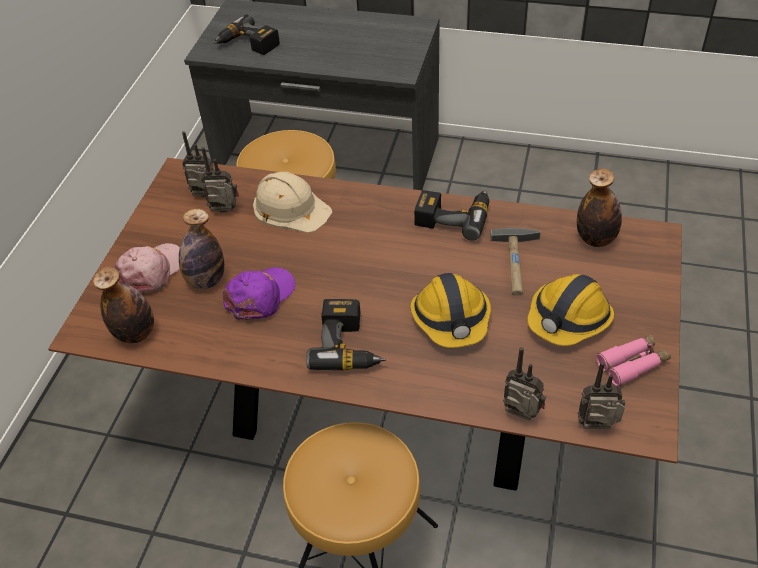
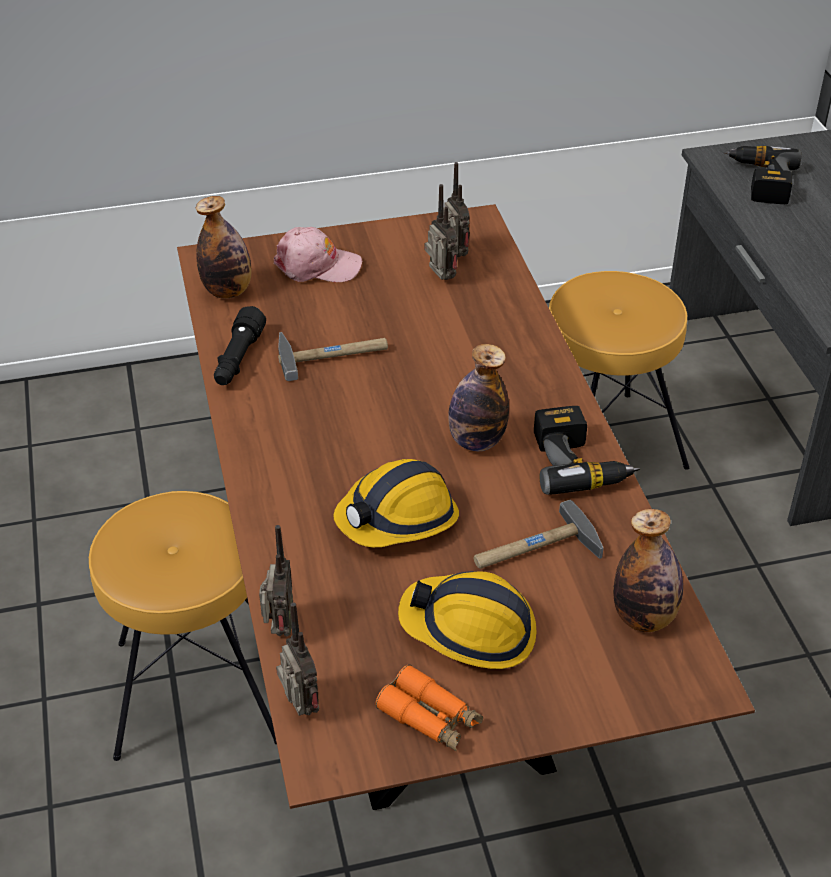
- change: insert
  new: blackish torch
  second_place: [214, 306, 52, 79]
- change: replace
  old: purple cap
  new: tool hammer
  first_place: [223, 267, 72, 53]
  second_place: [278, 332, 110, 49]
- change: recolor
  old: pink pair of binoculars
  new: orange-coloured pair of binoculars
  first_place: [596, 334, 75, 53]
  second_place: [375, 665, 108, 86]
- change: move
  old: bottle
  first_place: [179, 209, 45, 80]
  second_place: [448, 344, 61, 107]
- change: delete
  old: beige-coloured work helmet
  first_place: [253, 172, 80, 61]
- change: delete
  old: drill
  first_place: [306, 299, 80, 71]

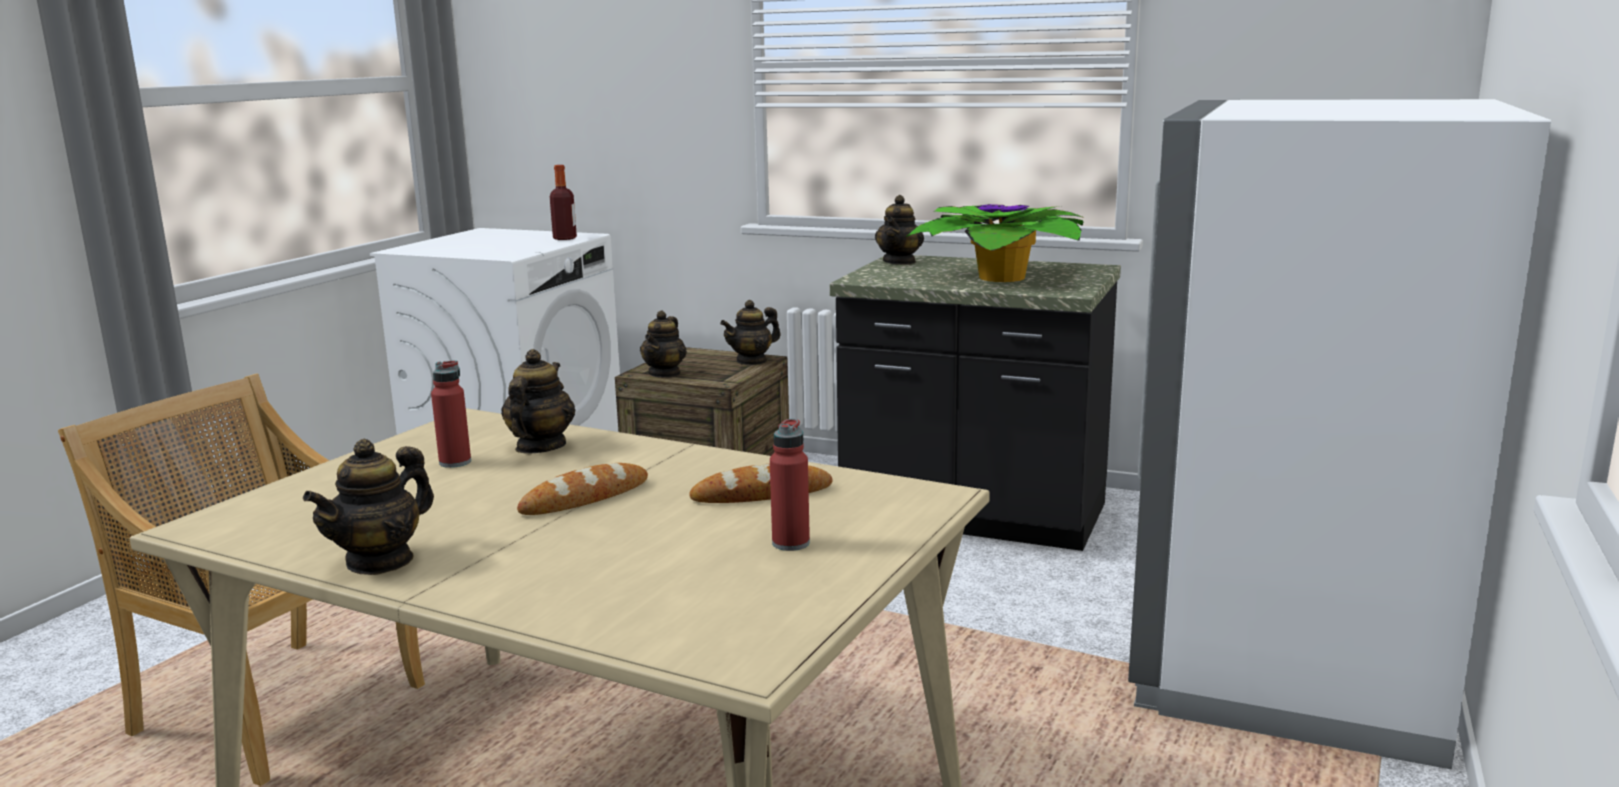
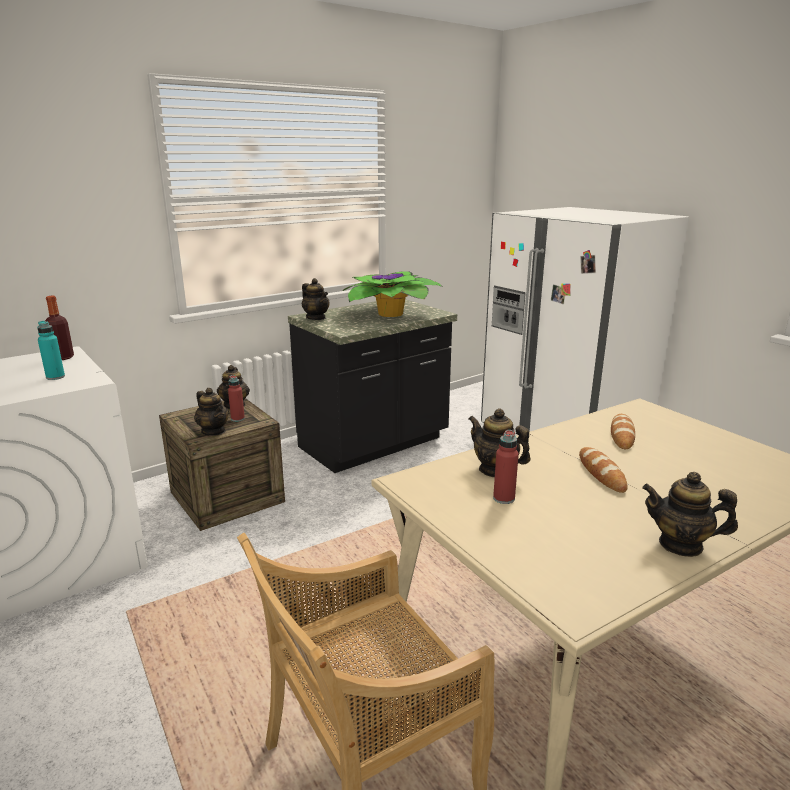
- change: insert
  new: turquoise bottle
  second_place: [37, 321, 28, 59]
- change: move
  old: red bottle
  first_place: [770, 419, 40, 132]
  second_place: [228, 375, 17, 47]
- change: rotate
  old: teapot
  first_place: [303, 439, 131, 136]
  second_place: [642, 472, 96, 85]
  degrees: 135

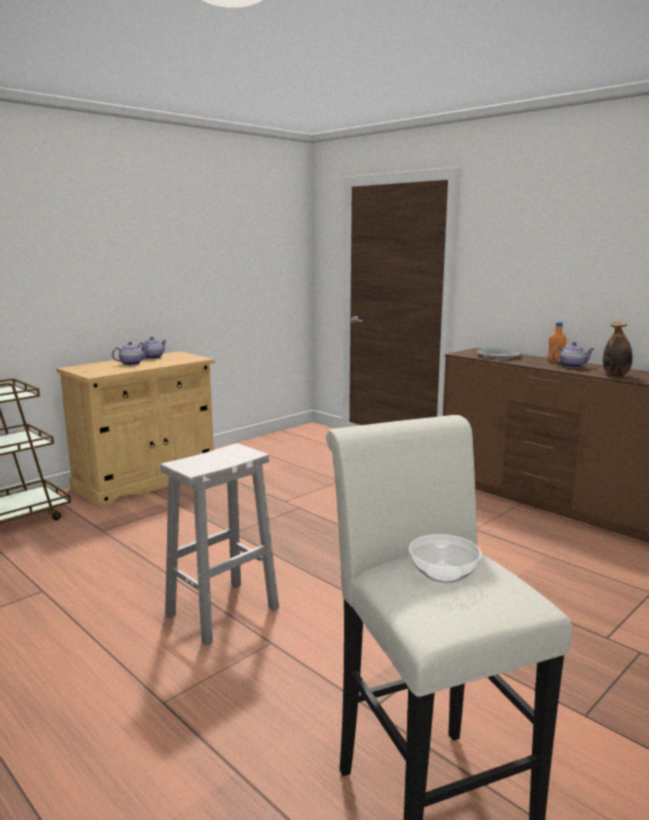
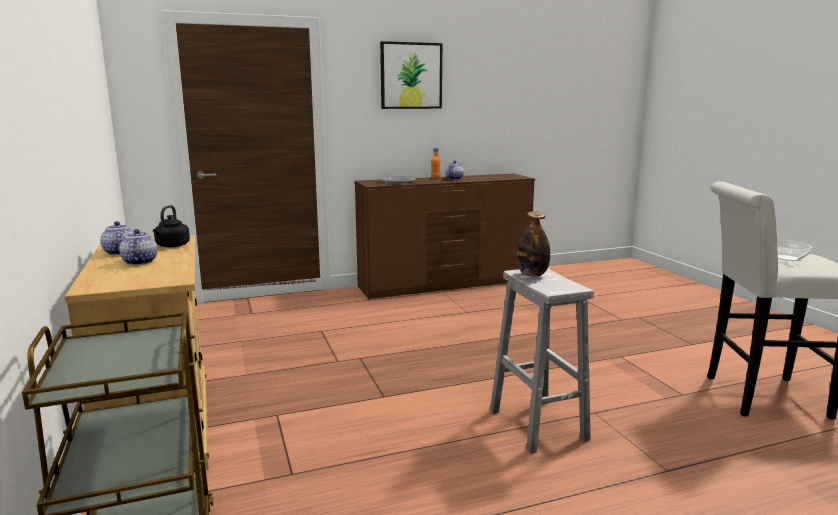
- change: insert
  new: blackish water kettle
  second_place: [153, 205, 37, 43]
- change: insert
  new: wall picture
  second_place: [380, 41, 62, 68]
- change: move
  old: bottle
  first_place: [603, 322, 29, 54]
  second_place: [517, 211, 33, 66]

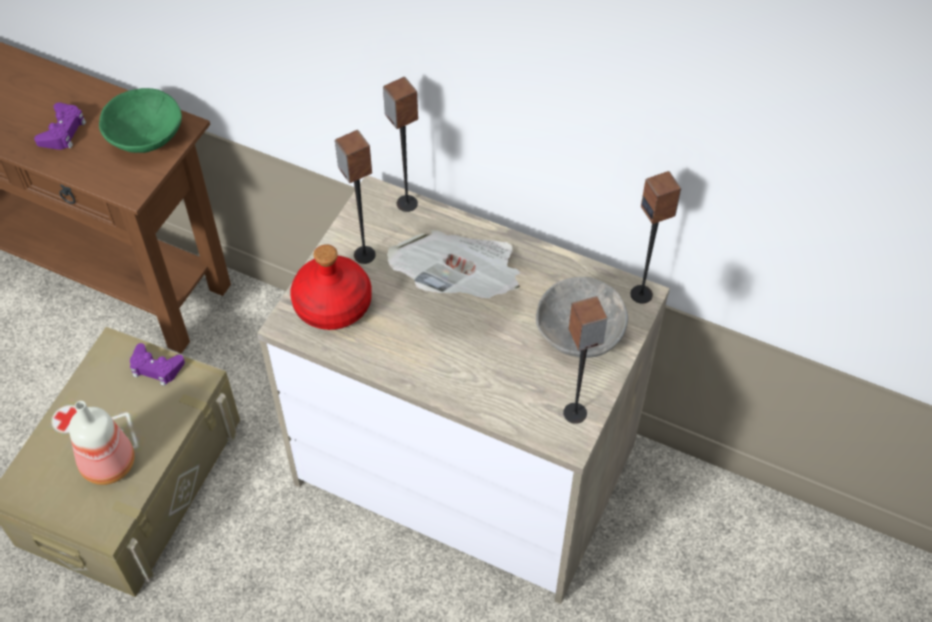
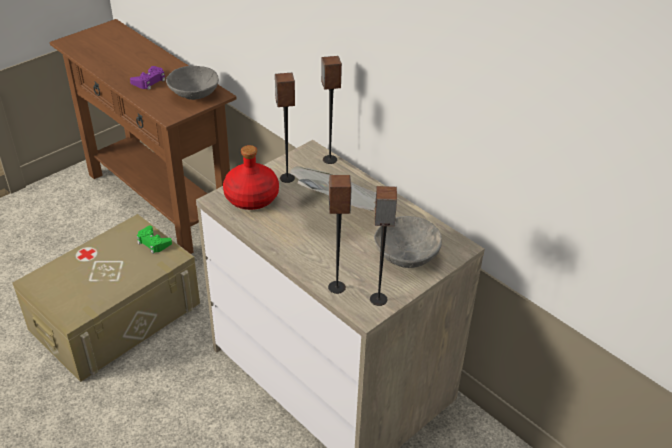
- change: recolor
  old: purple joypad
  new: green-coloured joypad
  first_place: [130, 343, 55, 43]
  second_place: [137, 226, 35, 28]
- change: recolor
  old: green-coloured deep dish
  new: greyish deep dish
  first_place: [99, 88, 83, 65]
  second_place: [166, 66, 53, 34]
- change: move
  old: loudspeaker
  first_place: [630, 171, 51, 133]
  second_place: [328, 175, 24, 119]
- change: delete
  old: bottle
  first_place: [69, 401, 66, 84]

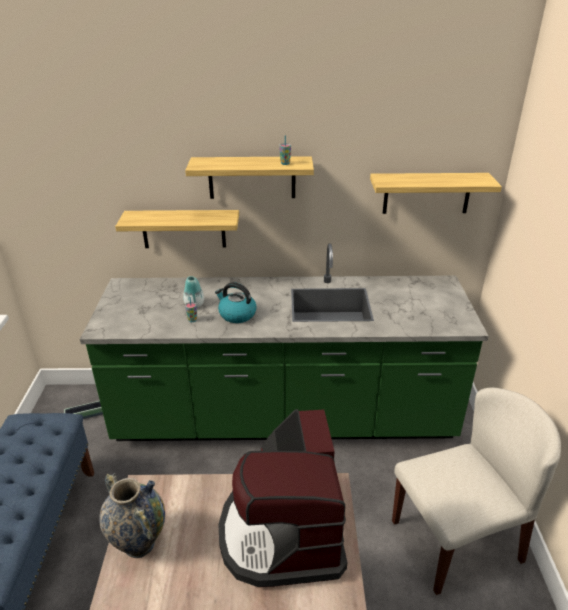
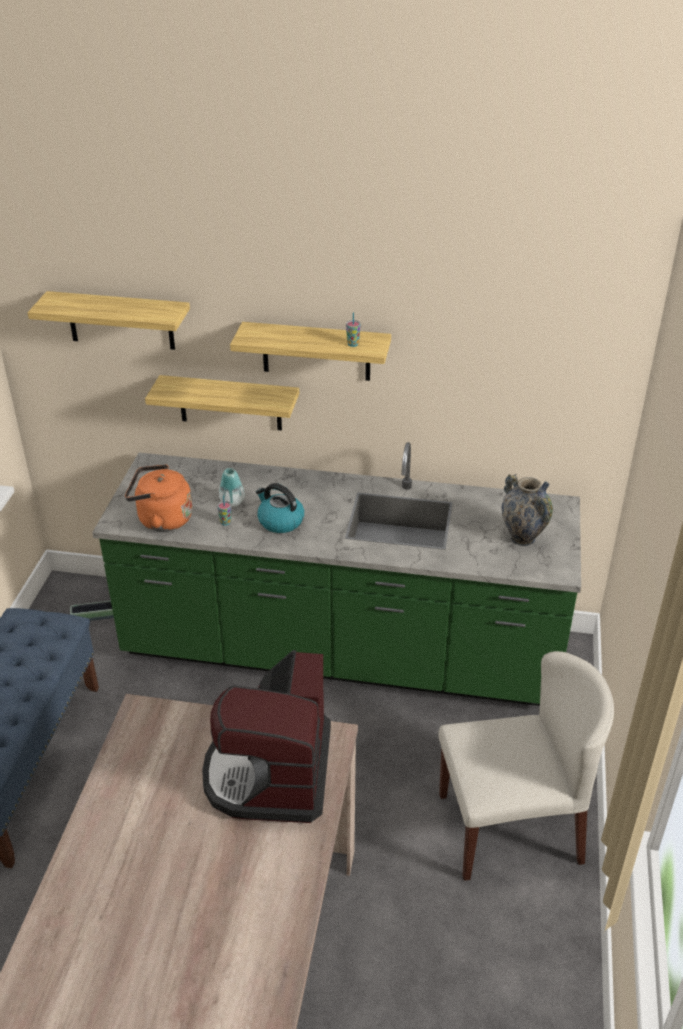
- change: move
  old: wall shelf
  first_place: [370, 173, 132, 41]
  second_place: [28, 291, 162, 59]
- change: insert
  new: orange-coloured water kettle
  second_place: [125, 464, 67, 67]
- change: move
  old: vase
  first_place: [99, 473, 66, 85]
  second_place: [501, 474, 52, 72]

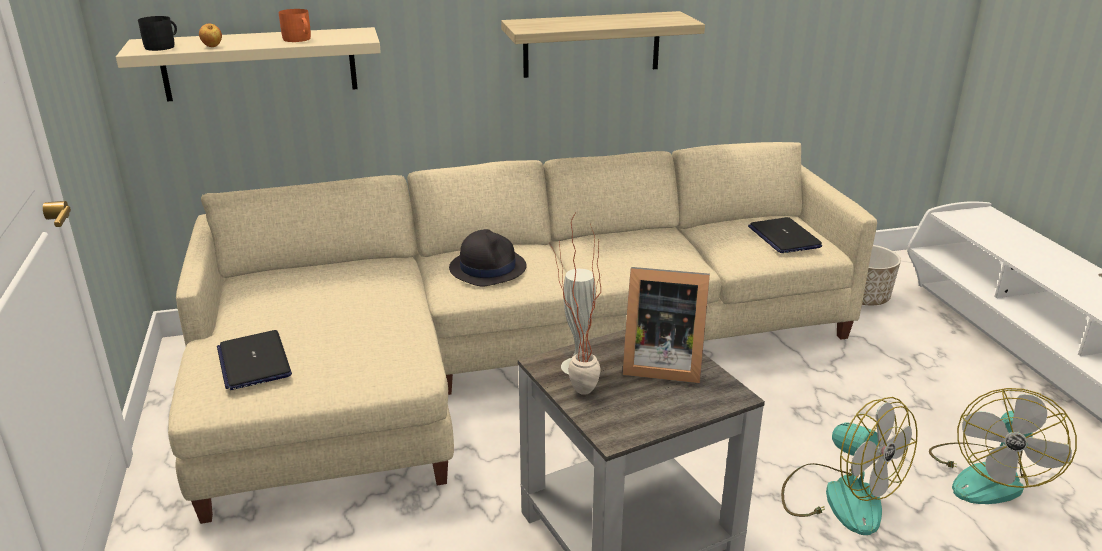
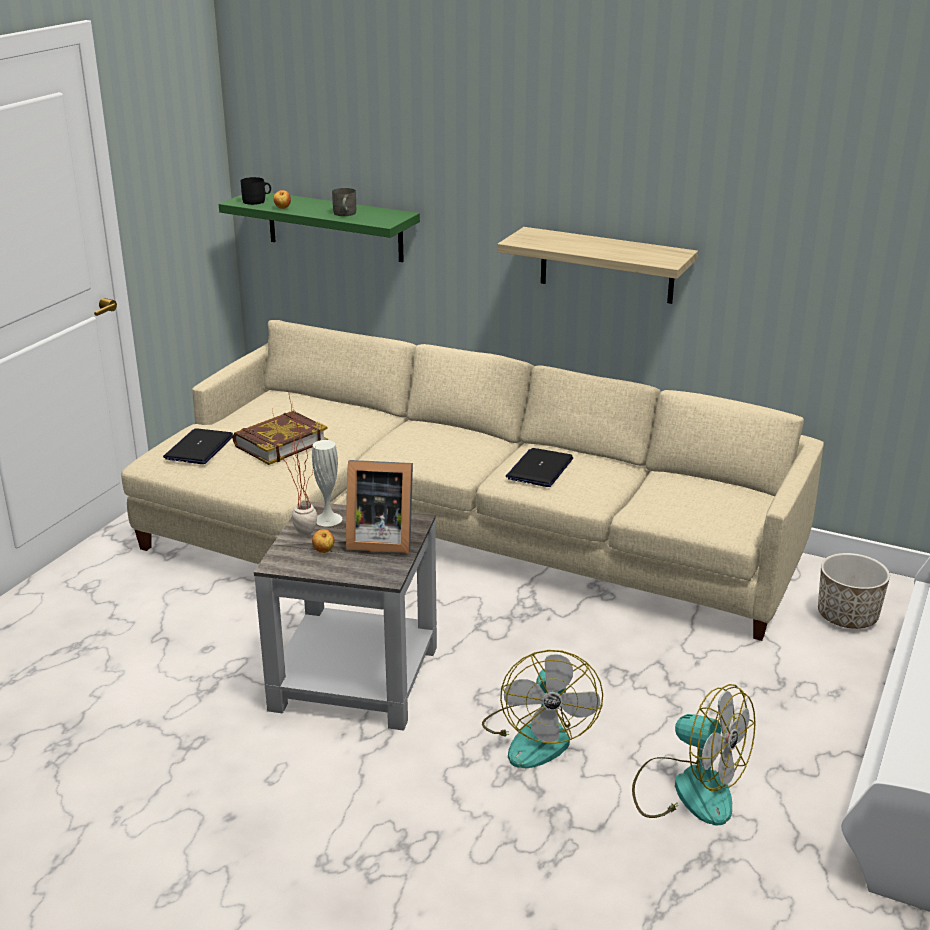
- change: recolor
  old: beige-coloured wall shelf
  new: green-coloured wall shelf
  first_place: [116, 27, 265, 75]
  second_place: [219, 193, 201, 69]
- change: insert
  new: volume
  second_place: [233, 411, 95, 54]
- change: insert
  new: apple fruit
  second_place: [312, 529, 22, 24]
- change: recolor
  old: orange-coloured mug
  new: greyish mug
  first_place: [278, 9, 33, 33]
  second_place: [332, 188, 24, 28]
- change: rotate
  old: standing frame
  first_place: [622, 267, 88, 116]
  second_place: [346, 460, 67, 93]
  degrees: -45
- change: move
  old: laptop
  first_place: [748, 217, 74, 36]
  second_place: [506, 448, 67, 39]
- change: rotate
  old: fan
  first_place: [929, 388, 148, 116]
  second_place: [632, 684, 123, 141]
  degrees: -120
- change: delete
  old: blackish hat
  first_place: [449, 229, 78, 57]

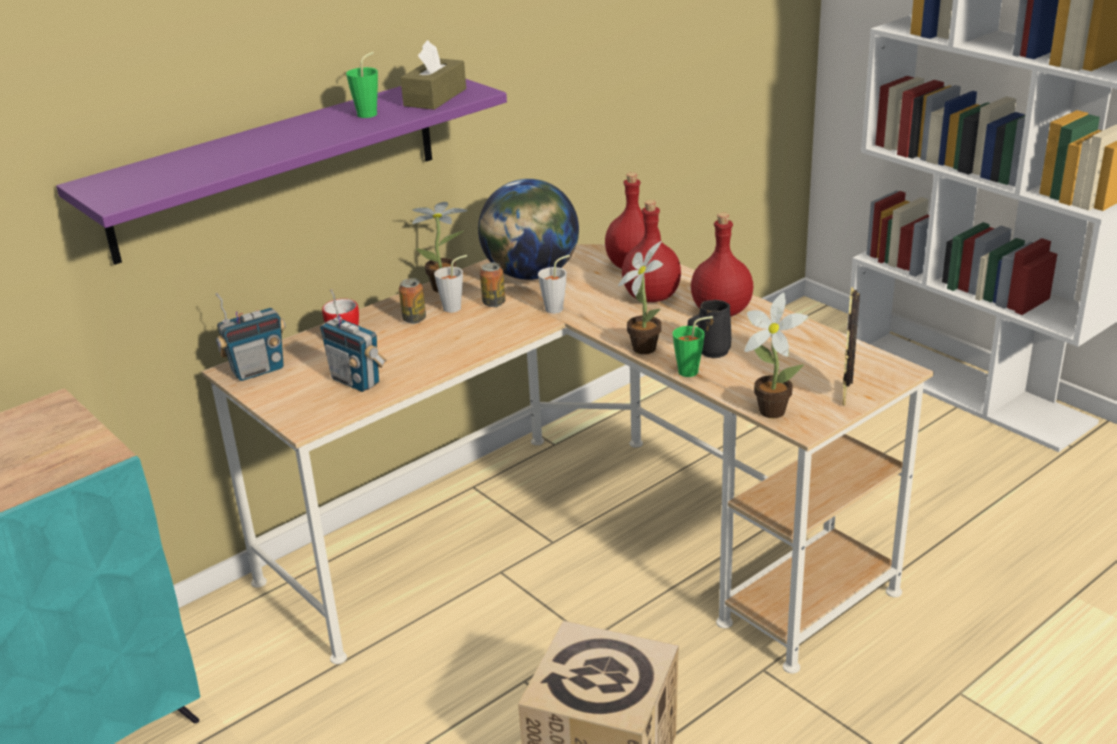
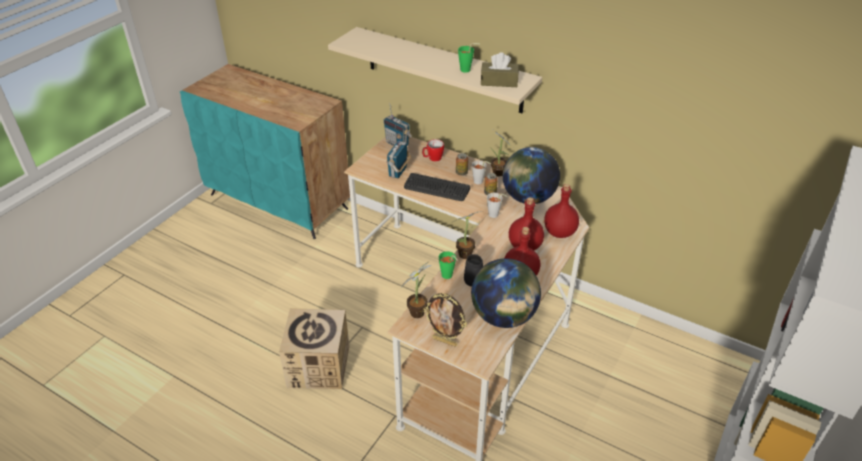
- change: recolor
  old: purple wall shelf
  new: beige-coloured wall shelf
  first_place: [56, 79, 451, 186]
  second_place: [328, 27, 214, 86]
- change: insert
  new: PC keyboard
  second_place: [404, 173, 66, 28]
- change: rotate
  old: standing frame
  first_place: [842, 287, 18, 119]
  second_place: [424, 293, 43, 53]
  degrees: -150
- change: insert
  new: world globe
  second_place: [471, 258, 70, 70]

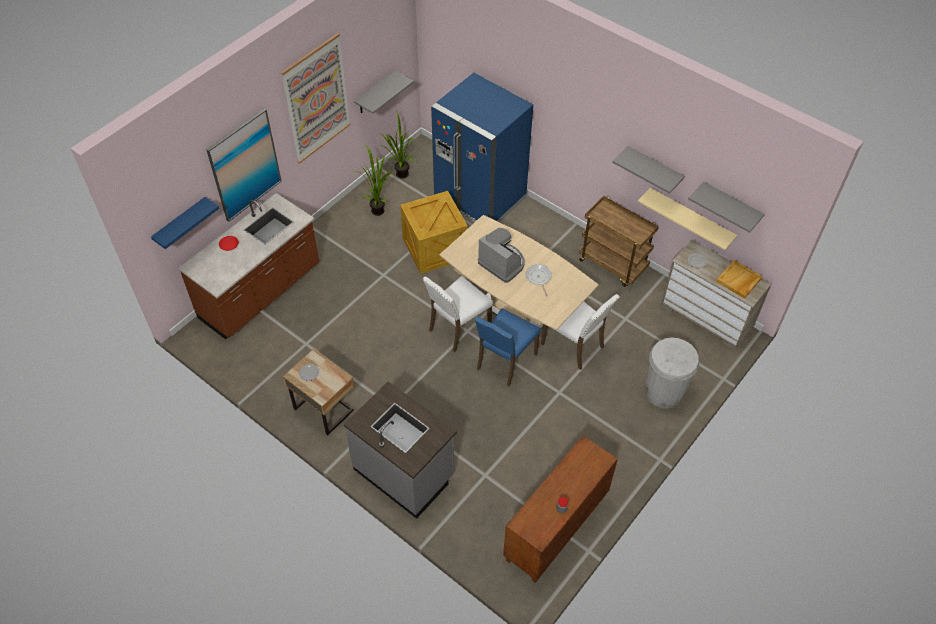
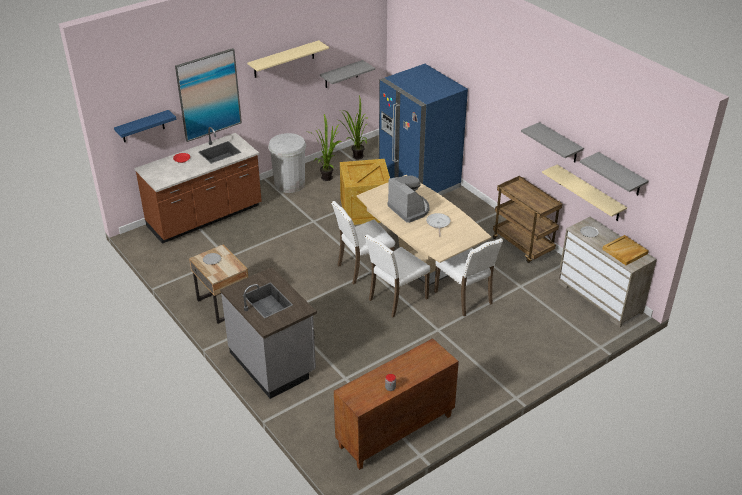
- change: replace
  old: wall picture
  new: beige-coloured wall shelf
  first_place: [281, 33, 70, 131]
  second_place: [247, 40, 82, 38]
- change: move
  old: white trash can
  first_place: [645, 337, 54, 71]
  second_place: [268, 133, 39, 60]
- change: recolor
  old: blue-coloured chair
  new: white chair
  first_place: [475, 308, 66, 79]
  second_place: [365, 234, 66, 83]

